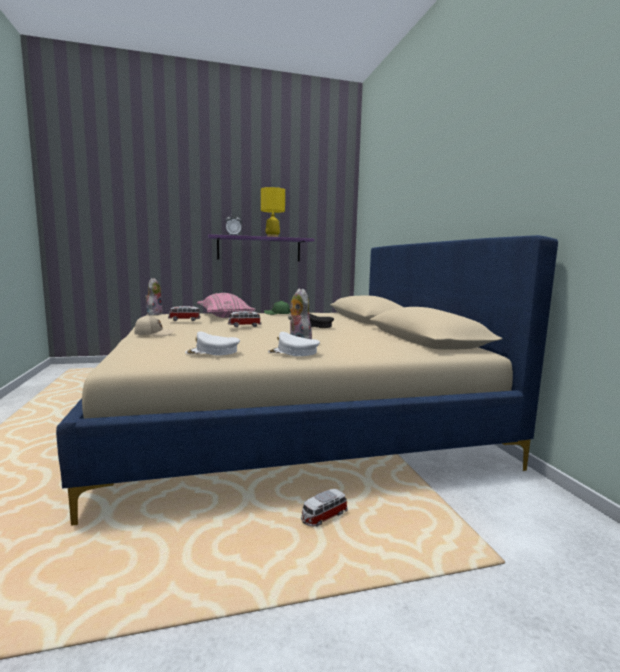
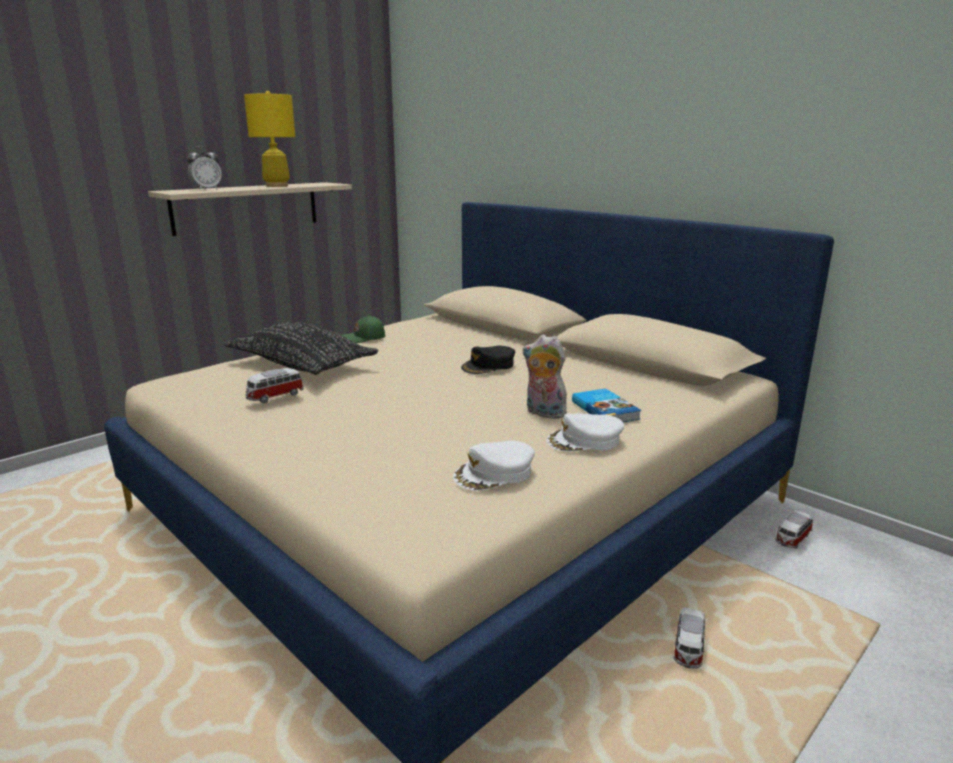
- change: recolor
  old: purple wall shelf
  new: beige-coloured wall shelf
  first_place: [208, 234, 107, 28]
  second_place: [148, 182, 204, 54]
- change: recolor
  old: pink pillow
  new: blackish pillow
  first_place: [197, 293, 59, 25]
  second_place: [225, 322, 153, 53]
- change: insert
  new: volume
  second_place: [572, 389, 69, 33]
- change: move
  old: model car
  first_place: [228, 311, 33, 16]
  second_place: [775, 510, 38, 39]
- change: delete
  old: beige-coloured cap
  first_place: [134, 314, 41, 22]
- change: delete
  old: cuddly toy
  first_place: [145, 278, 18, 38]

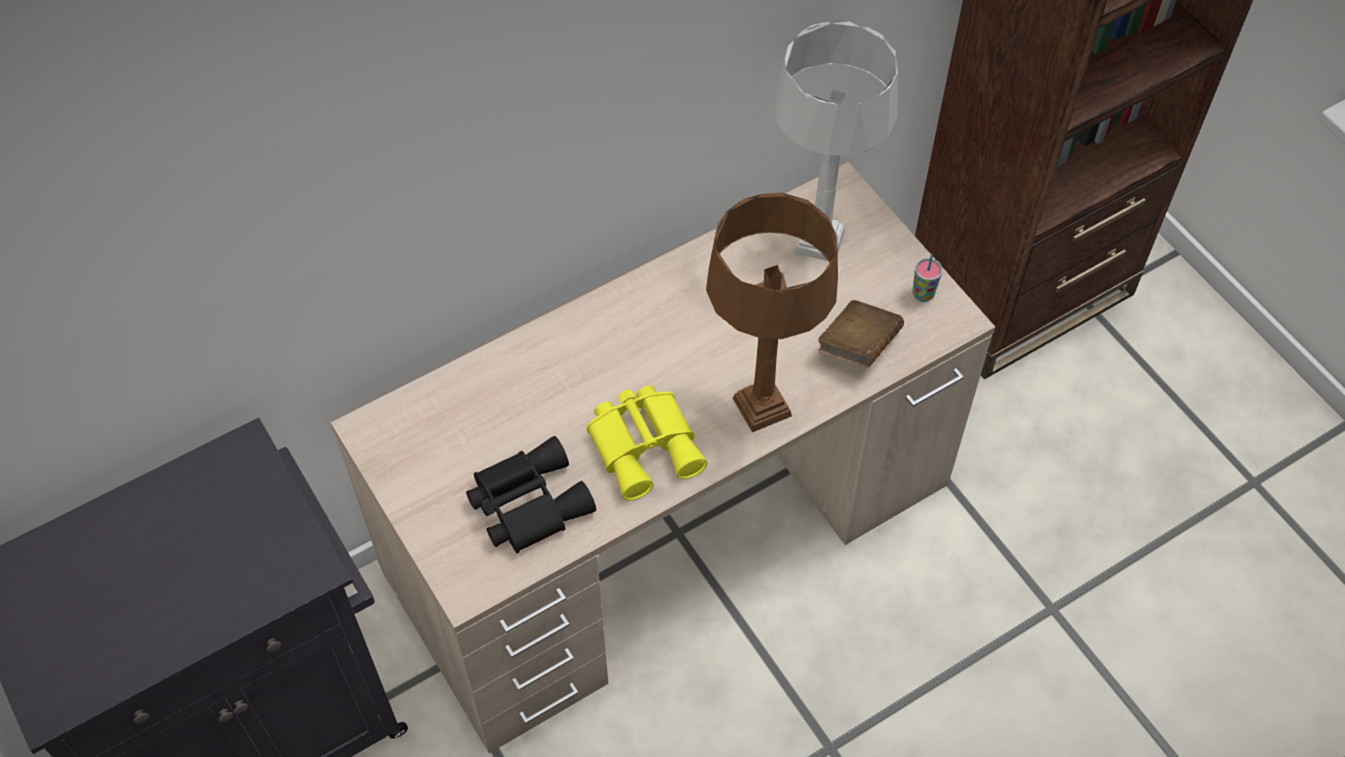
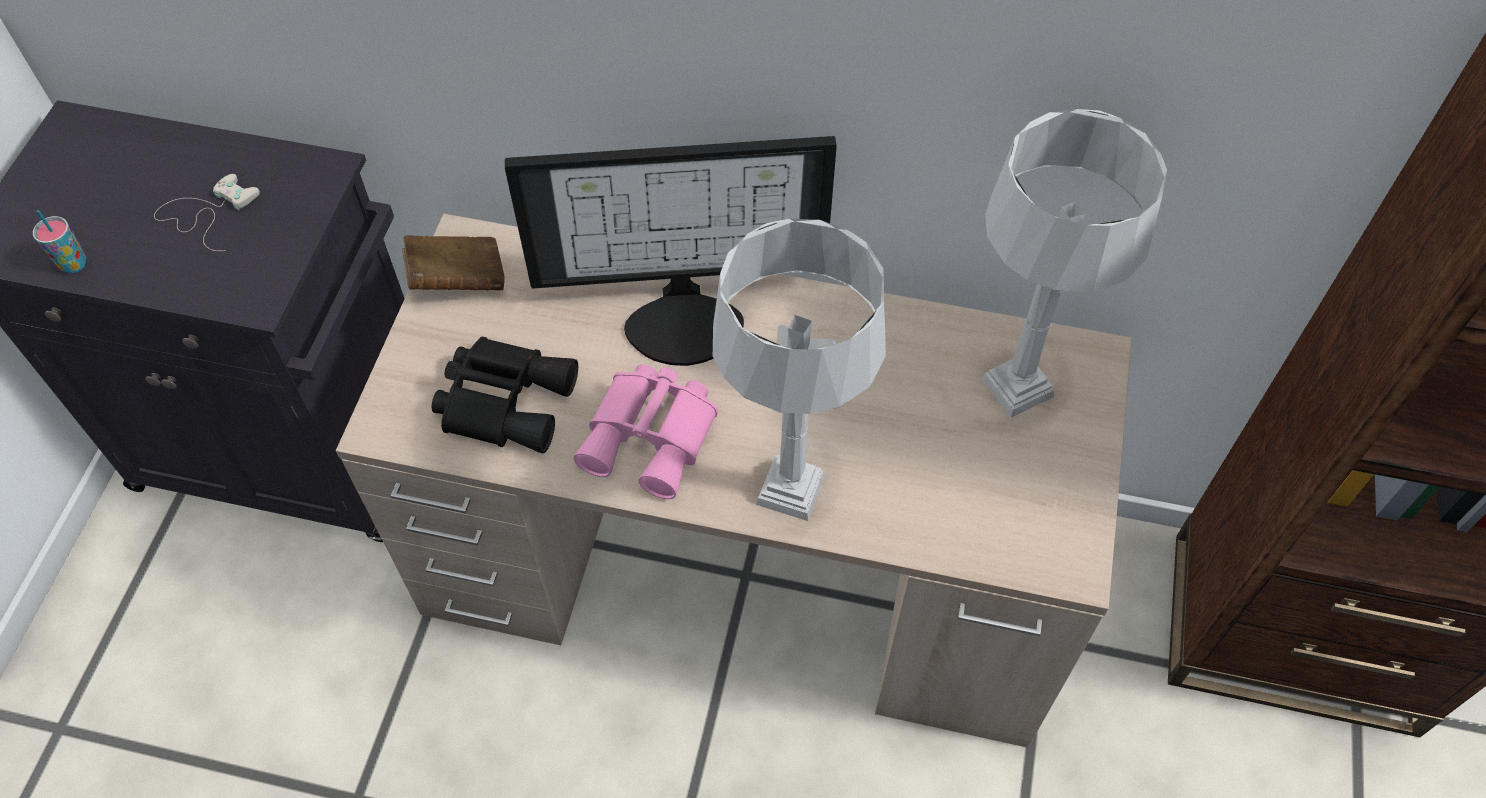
- change: move
  old: drinking cup
  first_place: [913, 255, 29, 47]
  second_place: [33, 210, 53, 63]
- change: insert
  new: white joypad
  second_place: [154, 174, 106, 77]
- change: move
  old: brownish volume
  first_place: [818, 300, 86, 67]
  second_place: [402, 235, 103, 56]
- change: insert
  new: computer display
  second_place: [505, 136, 332, 230]
- change: recolor
  old: yellow pair of binoculars
  new: pink pair of binoculars
  first_place: [586, 386, 121, 115]
  second_place: [574, 364, 144, 135]
- change: recolor
  old: brownish tabletop lamp
  new: greyish tabletop lamp
  first_place: [706, 193, 132, 239]
  second_place: [713, 219, 173, 302]

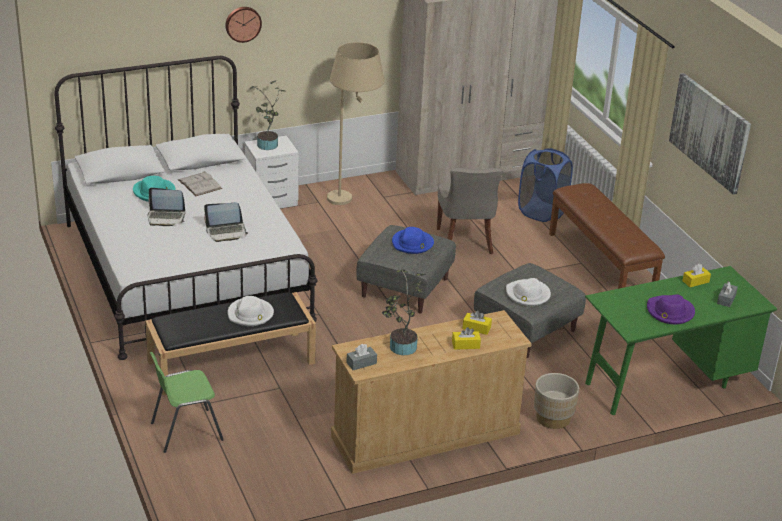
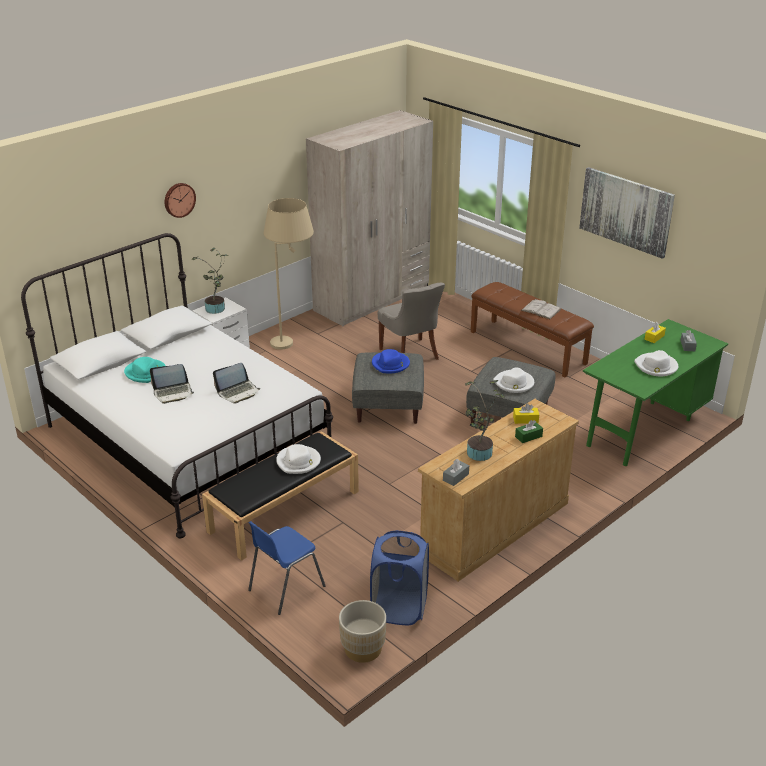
- change: recolor
  old: green-coloured chair
  new: blue-coloured chair
  first_place: [150, 352, 74, 101]
  second_place: [248, 521, 78, 94]
- change: move
  old: beige-coloured planter
  first_place: [534, 373, 45, 56]
  second_place: [339, 600, 47, 63]
- change: move
  old: blue-coloured hamper
  first_place: [518, 148, 55, 74]
  second_place: [370, 530, 59, 95]
- change: recolor
  old: yellow tissue holder
  new: green-coloured tissue holder
  first_place: [452, 327, 29, 23]
  second_place: [515, 420, 28, 23]
- change: move
  old: white volume
  first_place: [178, 171, 44, 25]
  second_place: [521, 299, 40, 21]
- change: recolor
  old: purple hat
  new: white hat
  first_place: [647, 294, 48, 30]
  second_place: [634, 350, 44, 26]

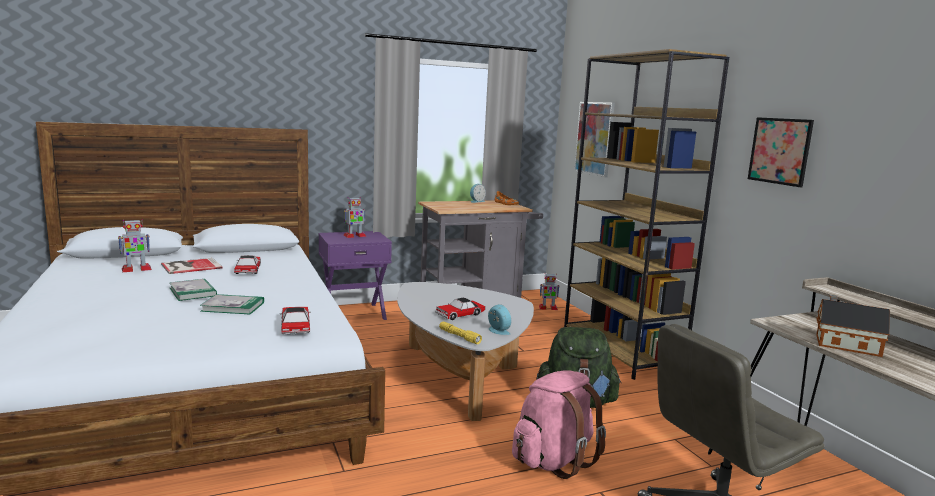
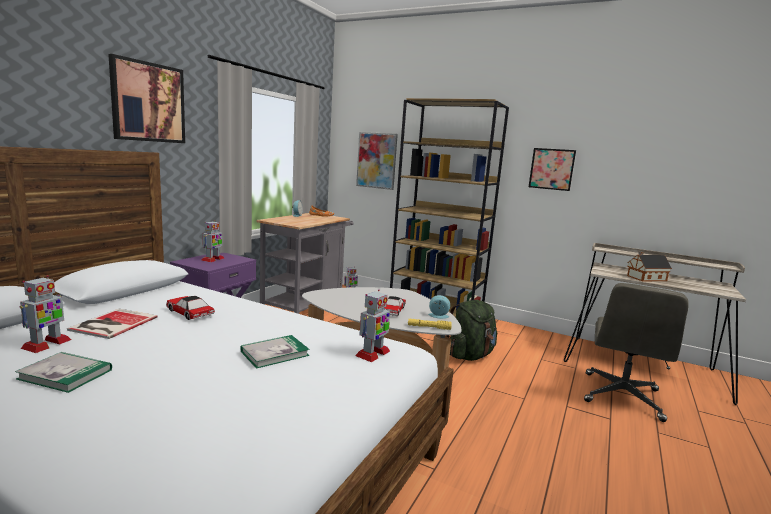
- change: move
  old: volume
  first_place: [169, 279, 48, 22]
  second_place: [15, 352, 97, 41]
- change: insert
  new: wall picture
  second_place: [108, 54, 77, 89]
- change: replace
  old: model car
  new: model robot
  first_place: [280, 307, 31, 27]
  second_place: [355, 290, 35, 72]
- change: delete
  old: pink knapsack
  first_place: [512, 371, 94, 108]

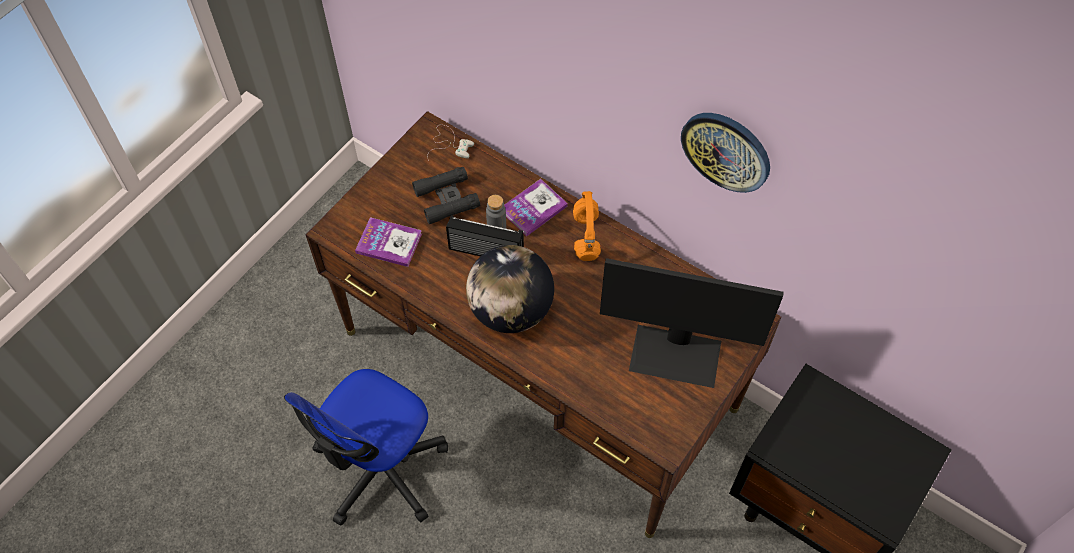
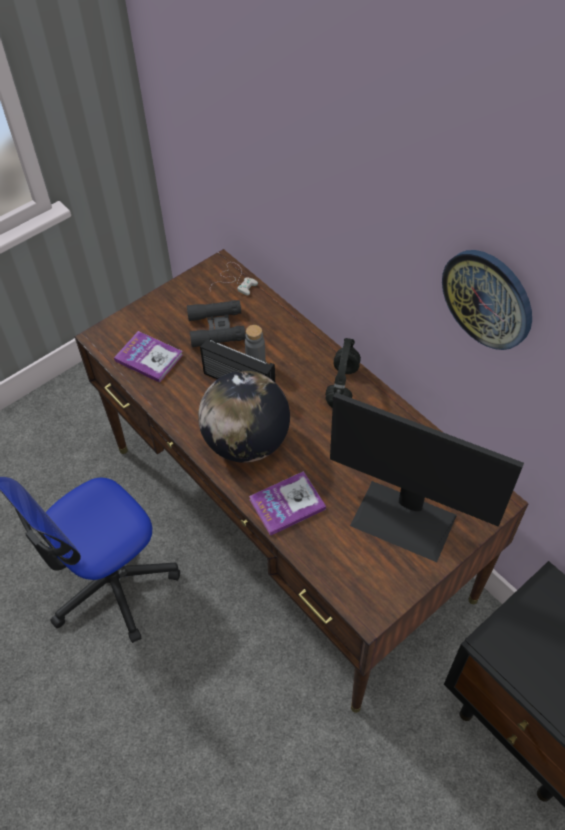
- change: move
  old: volume
  first_place: [504, 179, 64, 57]
  second_place: [249, 471, 77, 65]
- change: recolor
  old: orange-coloured headphones
  new: blackish headphones
  first_place: [573, 191, 28, 70]
  second_place: [325, 338, 36, 70]

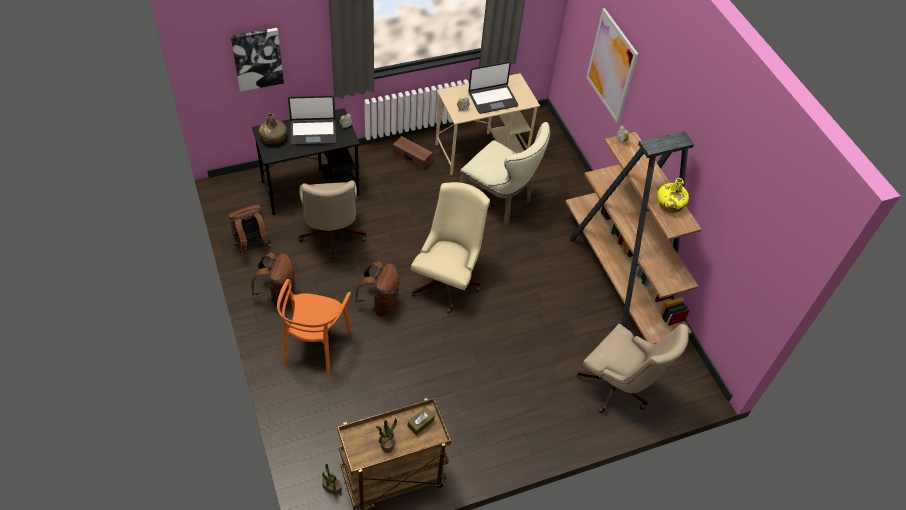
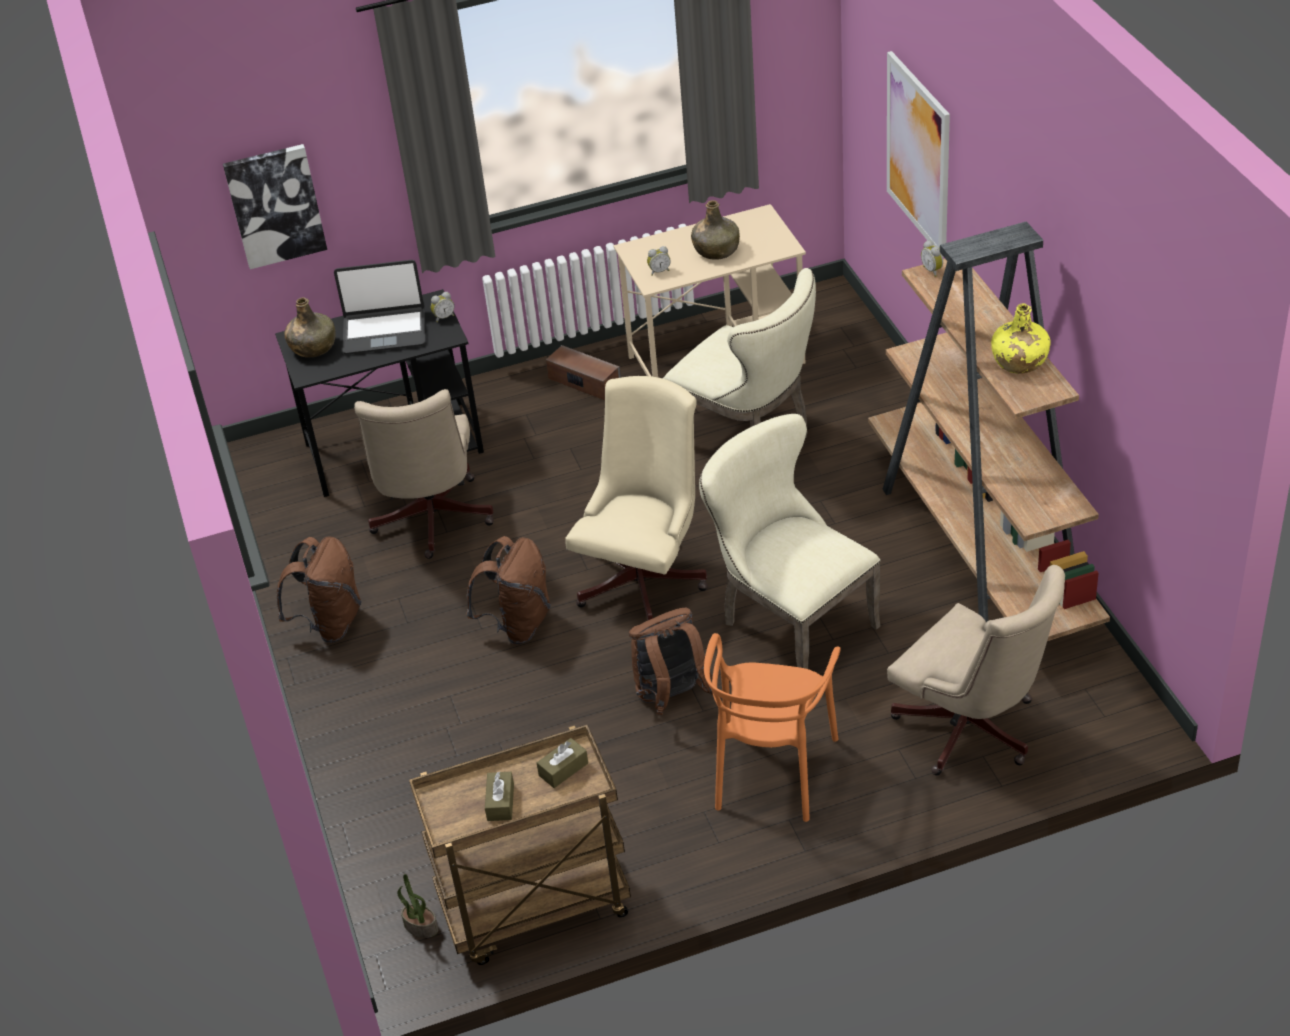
- change: replace
  old: potted plant
  new: brownish tissue holder
  first_place: [376, 418, 21, 35]
  second_place: [485, 772, 29, 49]
- change: move
  old: brownish knapsack
  first_place: [228, 205, 44, 51]
  second_place: [629, 608, 84, 107]
- change: replace
  old: laptop
  new: green-coloured bottle
  first_place: [468, 61, 50, 53]
  second_place: [691, 200, 49, 60]
- change: insert
  new: beige-coloured chair
  second_place: [699, 414, 182, 255]
- change: move
  old: orange-coloured chair
  first_place: [277, 279, 74, 97]
  second_place: [704, 633, 137, 189]

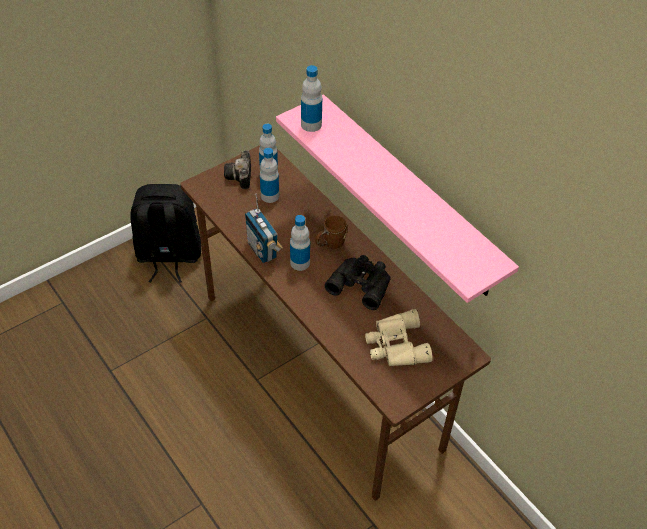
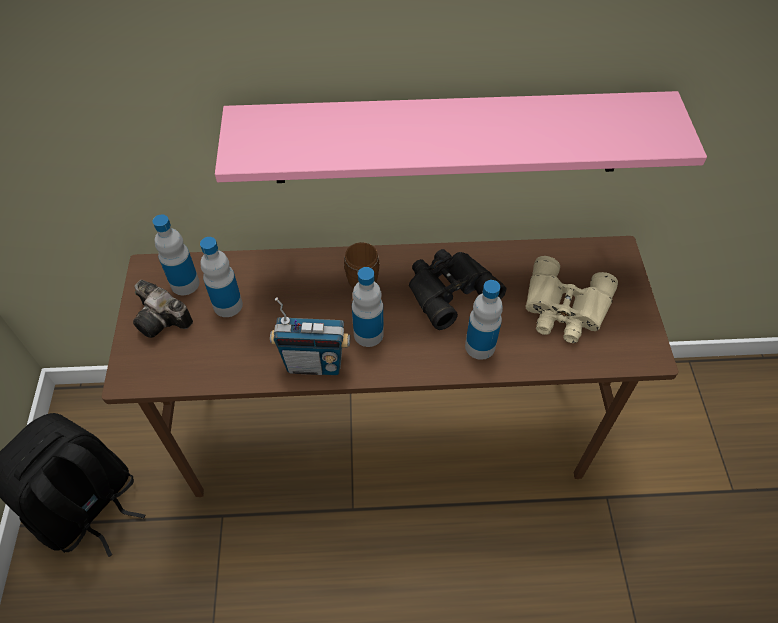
- change: move
  old: bottle
  first_place: [301, 65, 21, 67]
  second_place: [465, 280, 38, 80]

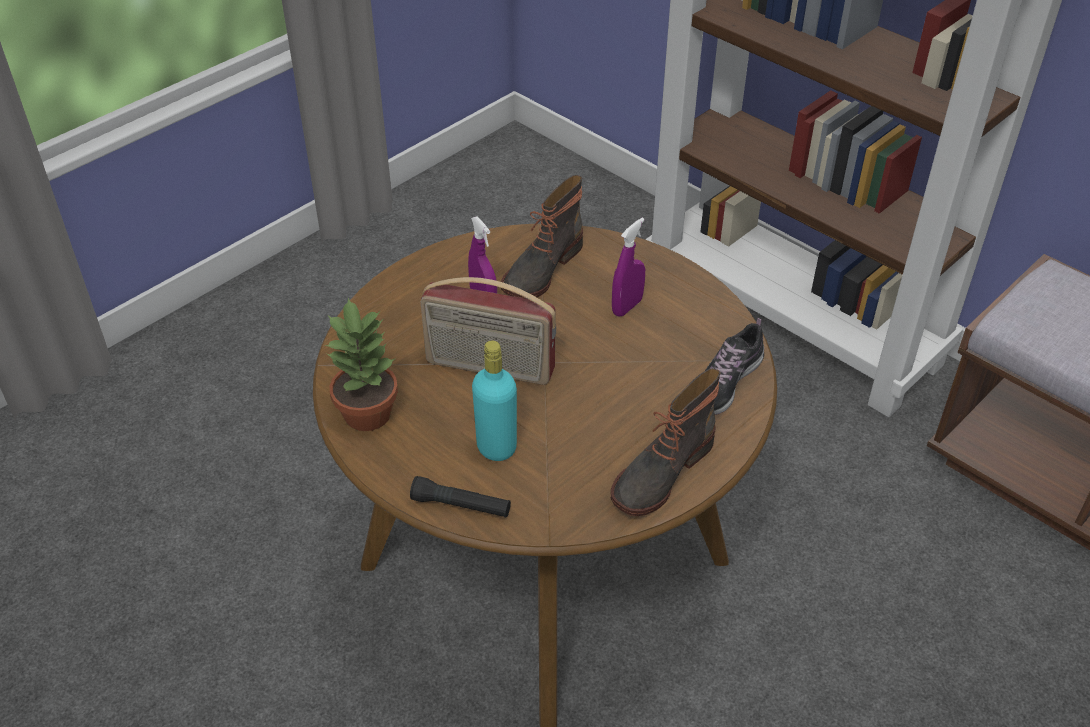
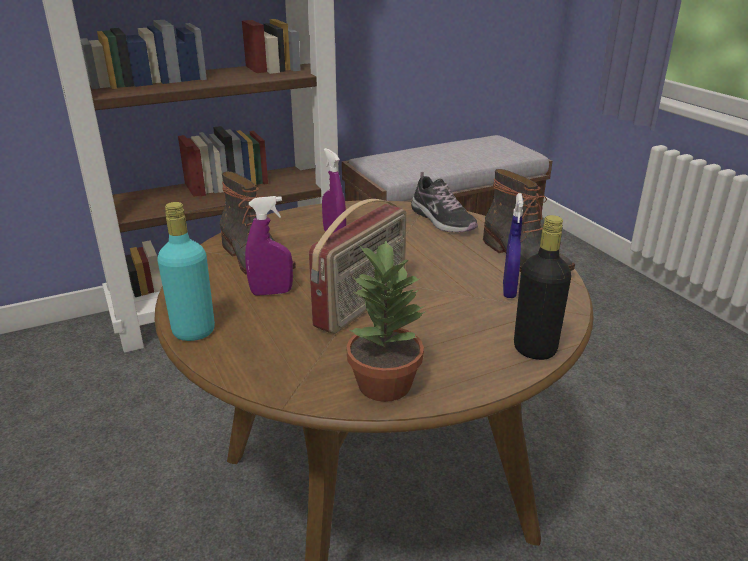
- change: move
  old: turquoise bottle
  first_place: [472, 340, 45, 121]
  second_place: [157, 202, 58, 139]
- change: insert
  new: blue-coloured sprayer
  second_place: [503, 193, 21, 105]
- change: replace
  old: blackish torch
  new: blackish bottle
  first_place: [410, 476, 101, 41]
  second_place: [514, 215, 57, 145]

